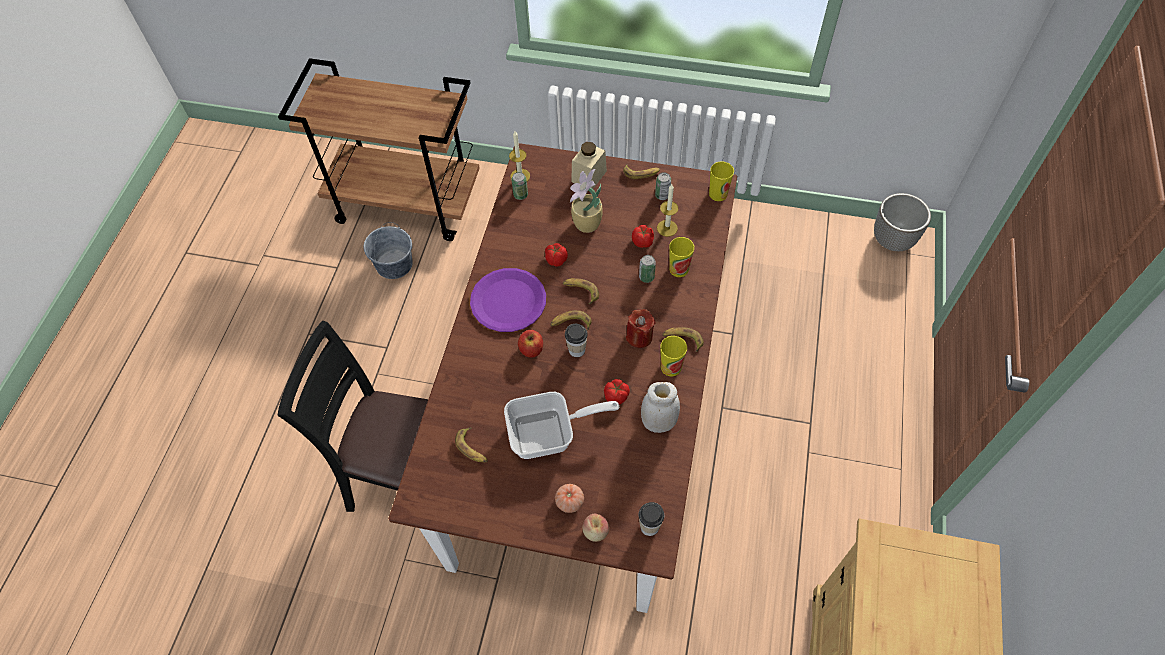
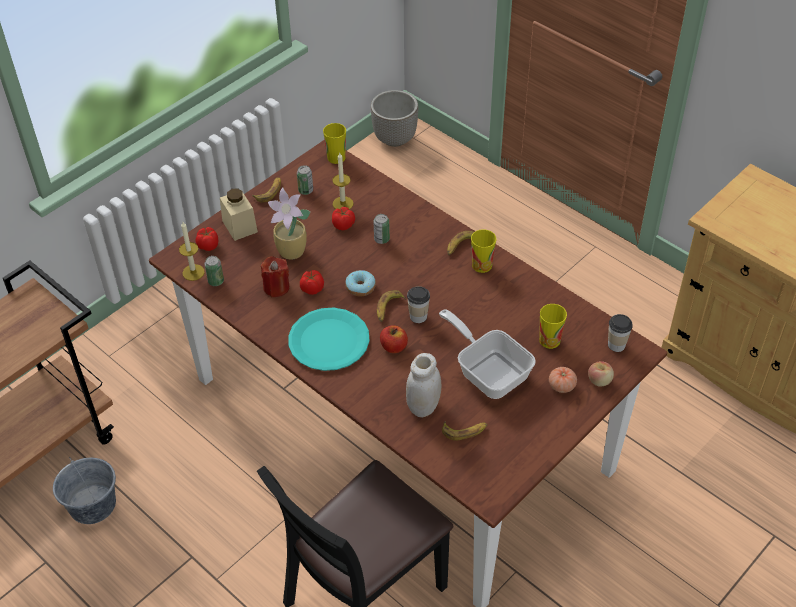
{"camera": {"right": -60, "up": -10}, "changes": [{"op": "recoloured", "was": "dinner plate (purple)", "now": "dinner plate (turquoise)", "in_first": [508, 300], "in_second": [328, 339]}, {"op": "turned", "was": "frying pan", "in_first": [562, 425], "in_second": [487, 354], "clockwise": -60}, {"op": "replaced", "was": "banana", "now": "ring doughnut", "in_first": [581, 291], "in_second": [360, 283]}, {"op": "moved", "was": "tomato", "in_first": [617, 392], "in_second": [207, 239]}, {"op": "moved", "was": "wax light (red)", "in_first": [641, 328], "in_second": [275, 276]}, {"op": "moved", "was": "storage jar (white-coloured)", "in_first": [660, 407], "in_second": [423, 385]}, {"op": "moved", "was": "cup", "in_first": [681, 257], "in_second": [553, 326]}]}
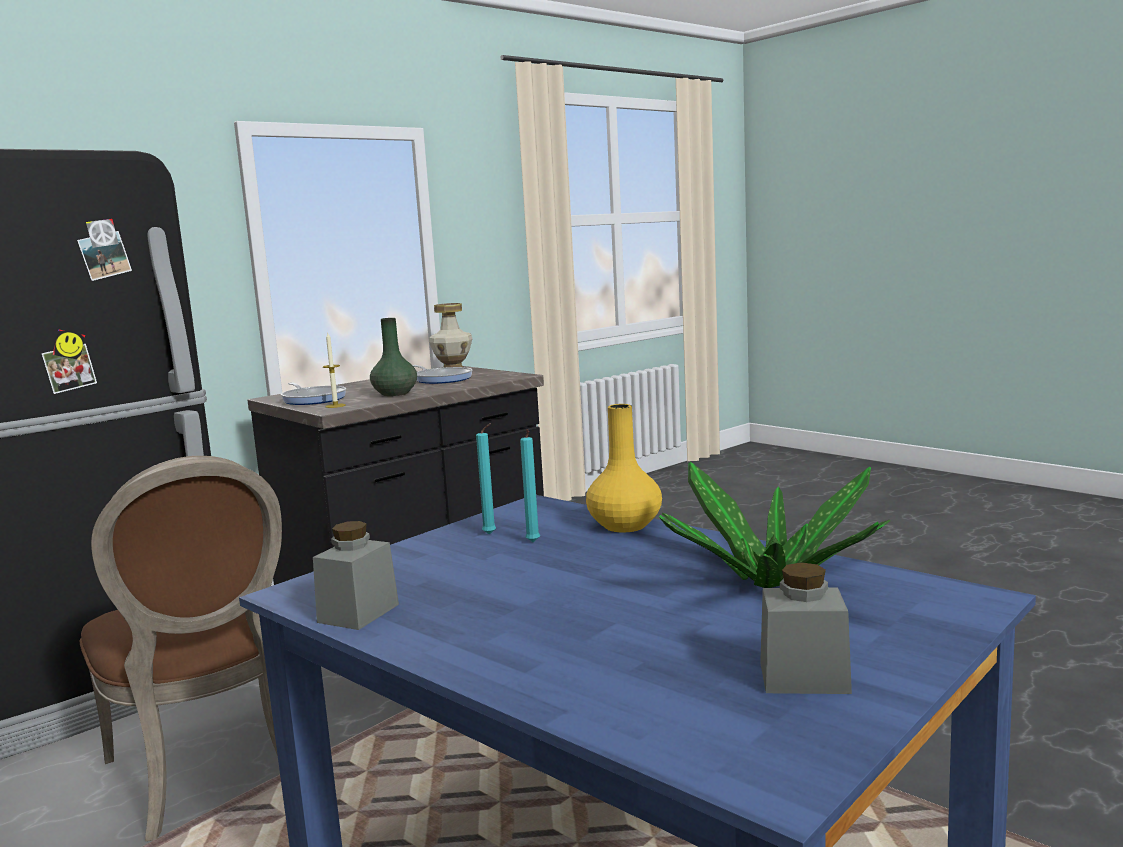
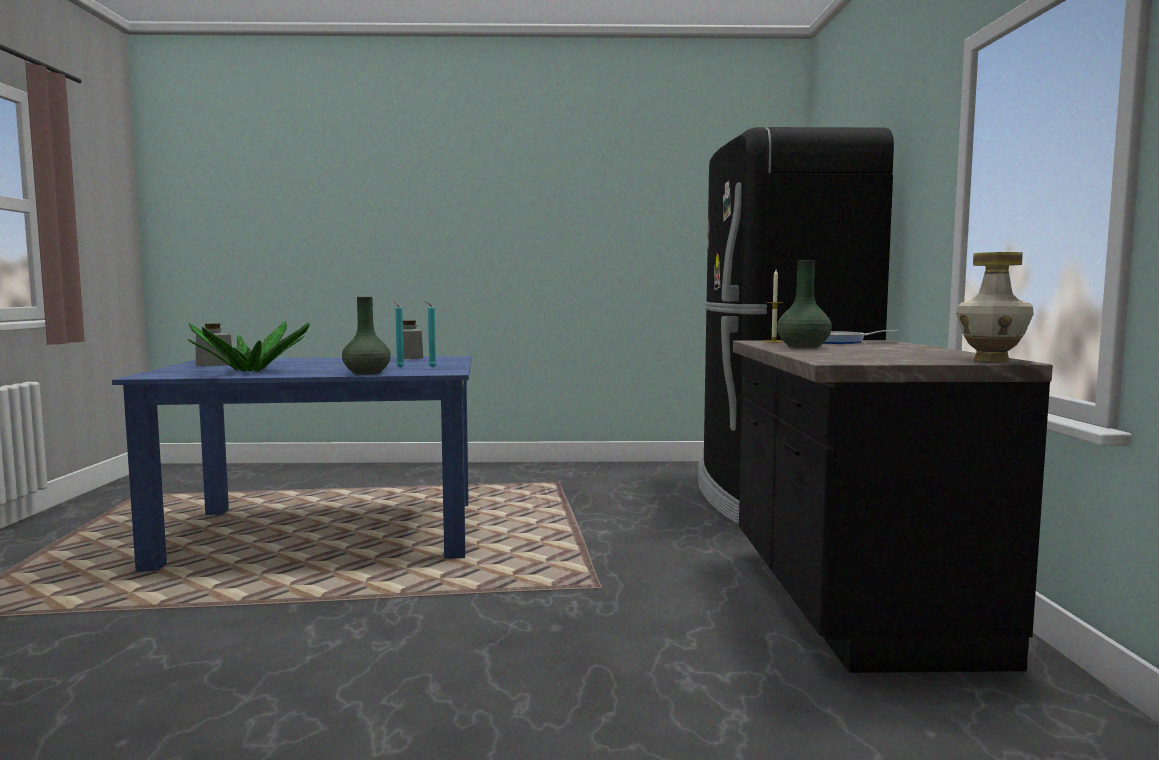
{"camera": {"right": 130, "up": -5}, "changes": [{"op": "removed", "was": "plain chair (brown-coloured)", "in_first": [180, 648]}, {"op": "removed", "was": "frying pan", "in_first": [442, 374]}, {"op": "recoloured", "was": "flower vase (yellow-coloured)", "now": "flower vase (green)", "in_first": [624, 468], "in_second": [366, 336]}]}
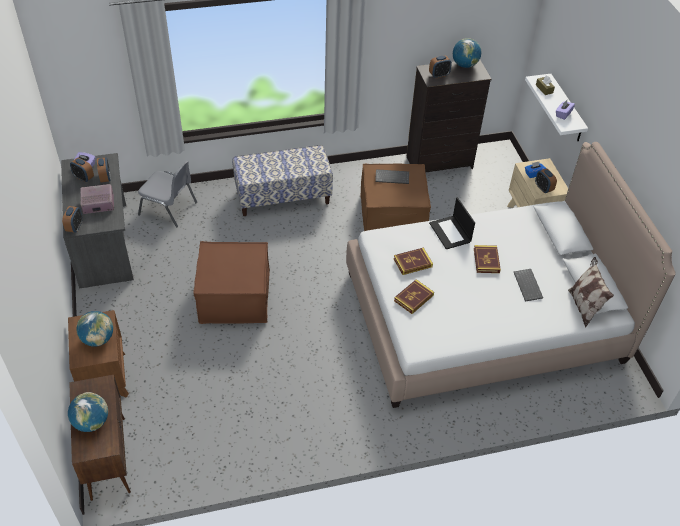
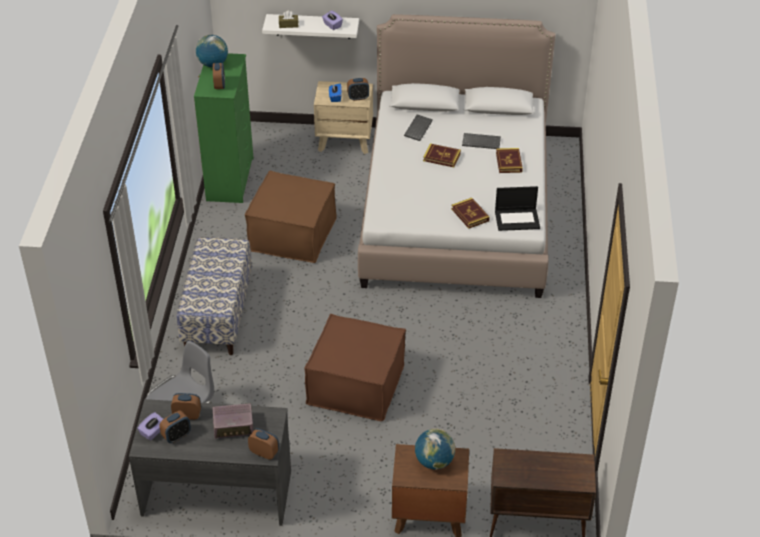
{"camera": {"right": -70, "up": -5}, "changes": [{"op": "removed", "was": "globe", "in_first": [88, 412]}, {"op": "turned", "was": "radio", "in_first": [97, 199], "in_second": [233, 421], "clockwise": -105}, {"op": "moved", "was": "PC keyboard", "in_first": [392, 176], "in_second": [418, 127]}, {"op": "moved", "was": "bound book", "in_first": [413, 261], "in_second": [509, 160]}, {"op": "recoloured", "was": "drawer chest (black)", "now": "drawer chest (green)", "in_first": [449, 116], "in_second": [224, 128]}, {"op": "moved", "was": "portable computer", "in_first": [452, 223], "in_second": [517, 208]}, {"op": "removed", "was": "throw pillow", "in_first": [591, 292]}]}
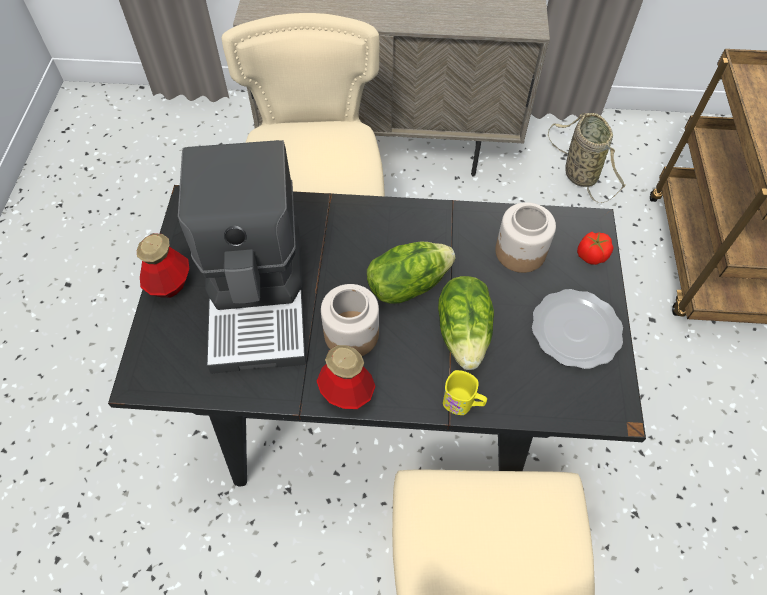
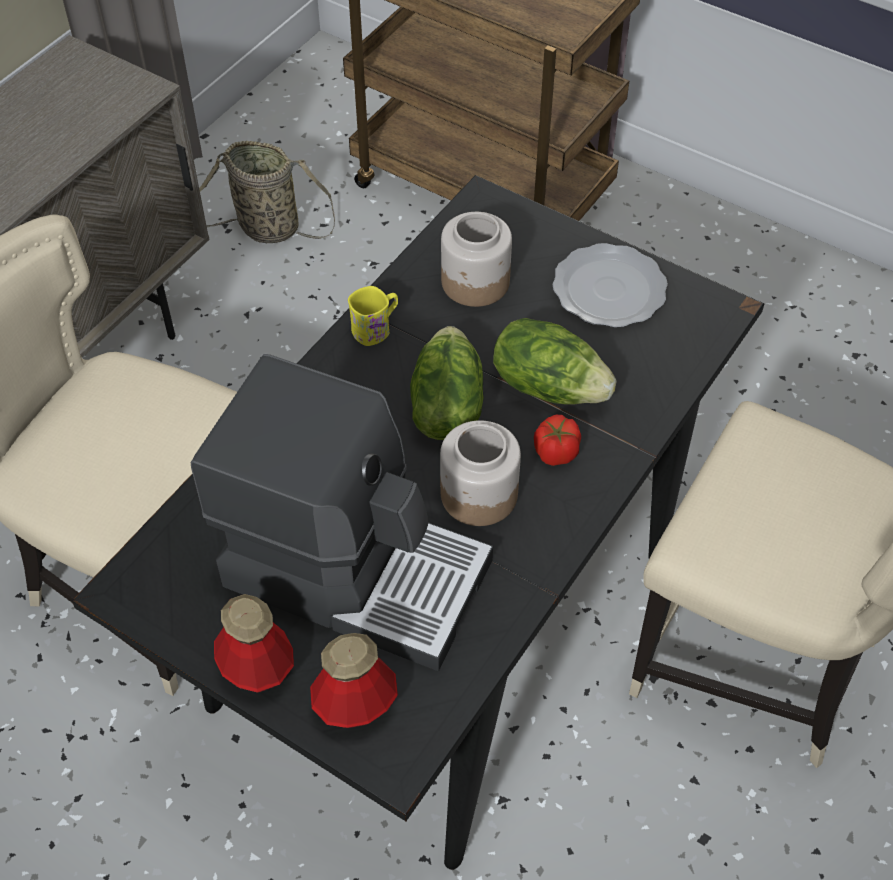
{"camera": {"right": -60, "up": -5}, "changes": [{"op": "moved", "was": "drink bottle", "in_first": [346, 377], "in_second": [354, 680]}, {"op": "moved", "was": "mug (yellow-coloured)", "in_first": [465, 392], "in_second": [373, 316]}, {"op": "moved", "was": "tomato", "in_first": [595, 248], "in_second": [557, 440]}]}
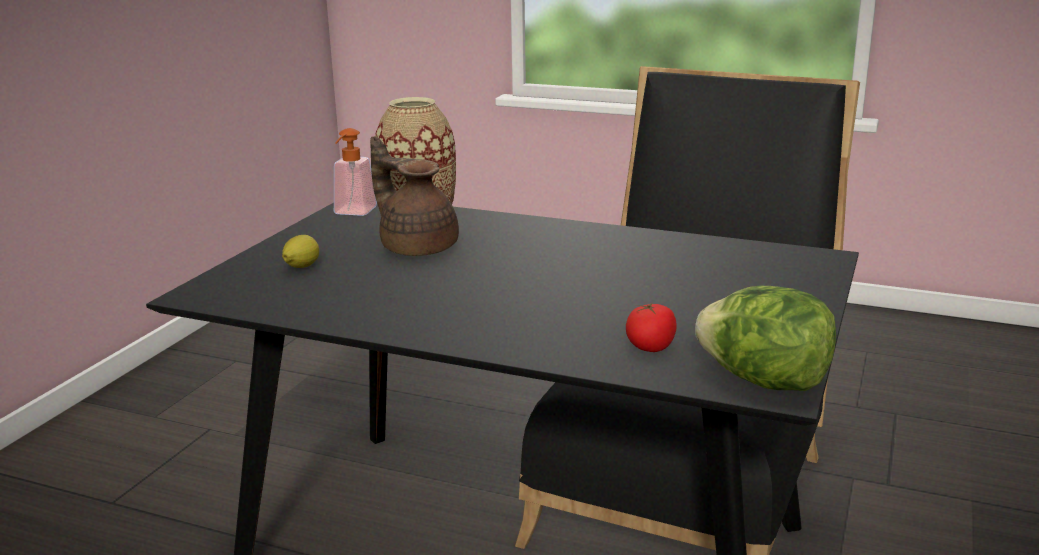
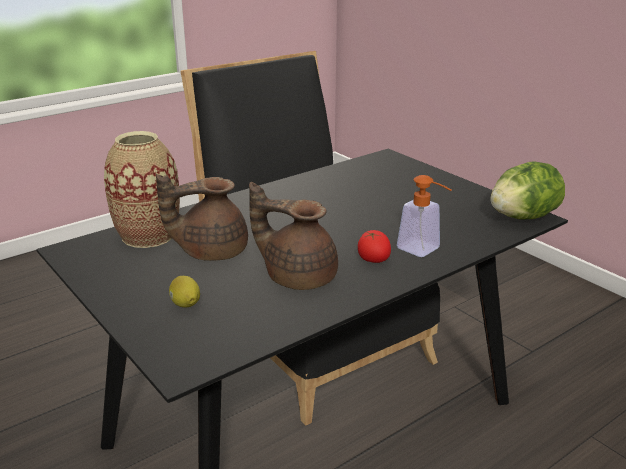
{"camera": {"right": -60, "up": 5}, "changes": [{"op": "moved", "was": "liquid soap bottle", "in_first": [355, 172], "in_second": [424, 216]}, {"op": "moved", "was": "tomato", "in_first": [651, 327], "in_second": [374, 246]}, {"op": "added", "now": "tea pot (brown-coloured)", "in_second": [293, 236]}]}
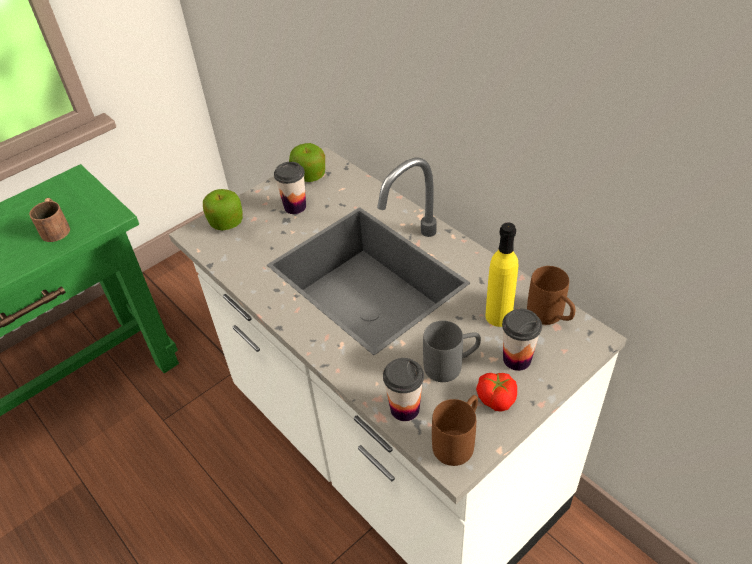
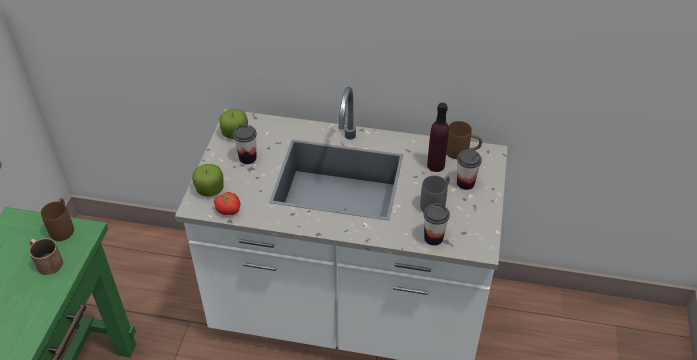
{"camera": {"right": -40, "up": 0}, "changes": [{"op": "moved", "was": "mug (brown-coloured)", "in_first": [455, 430], "in_second": [57, 219]}, {"op": "moved", "was": "tomato", "in_first": [496, 392], "in_second": [227, 203]}, {"op": "recoloured", "was": "drink bottle (yellow-coloured)", "now": "drink bottle (purple)", "in_first": [501, 274], "in_second": [438, 137]}]}
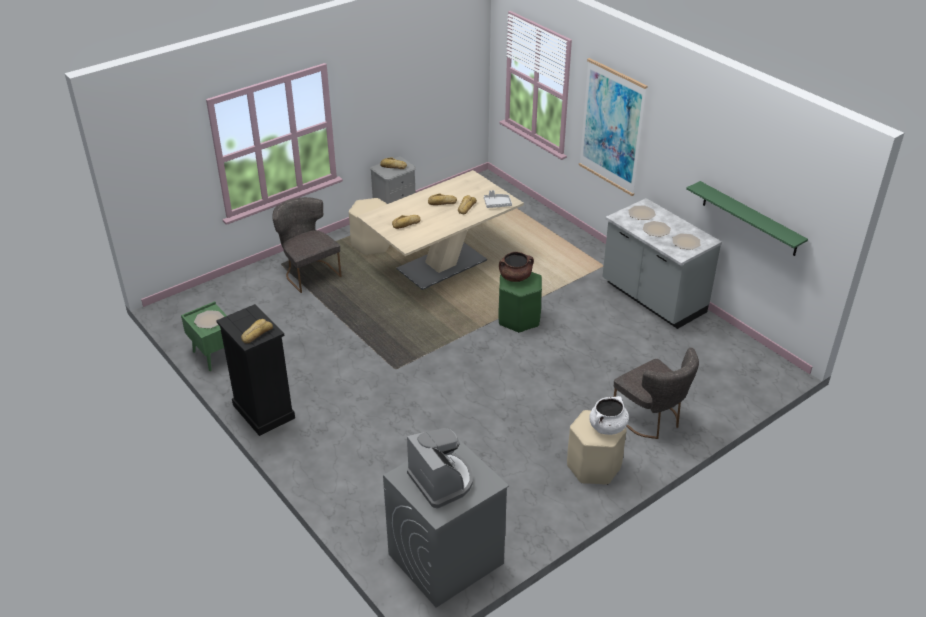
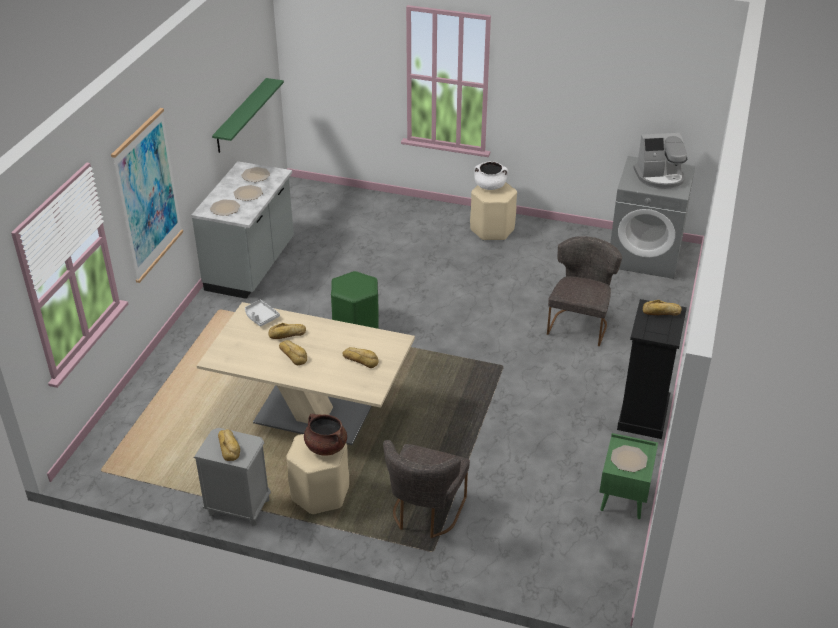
{"camera": {"right": -125, "up": 0}, "changes": [{"op": "turned", "was": "coffee brewer", "in_first": [440, 468], "in_second": [660, 161], "clockwise": -120}, {"op": "moved", "was": "stockpot (brown-coloured)", "in_first": [516, 267], "in_second": [325, 435]}, {"op": "moved", "was": "plain chair (grey)", "in_first": [656, 393], "in_second": [584, 291]}]}
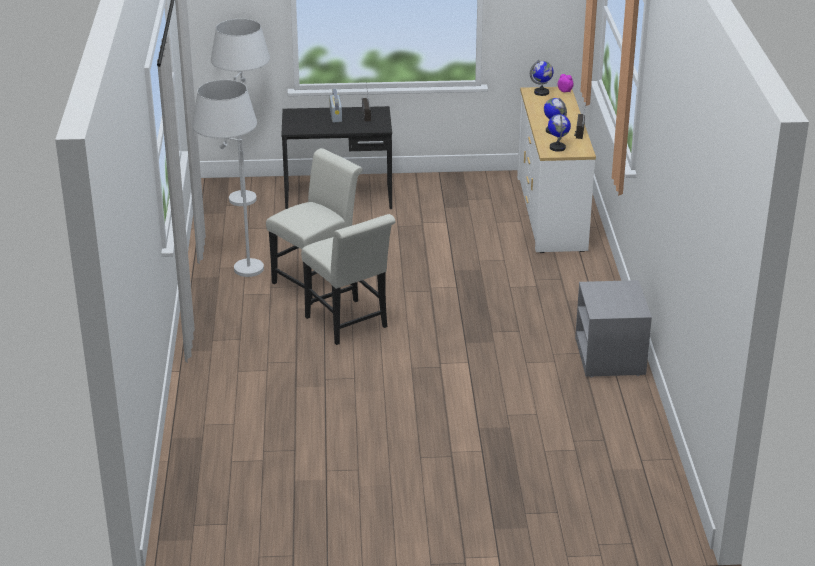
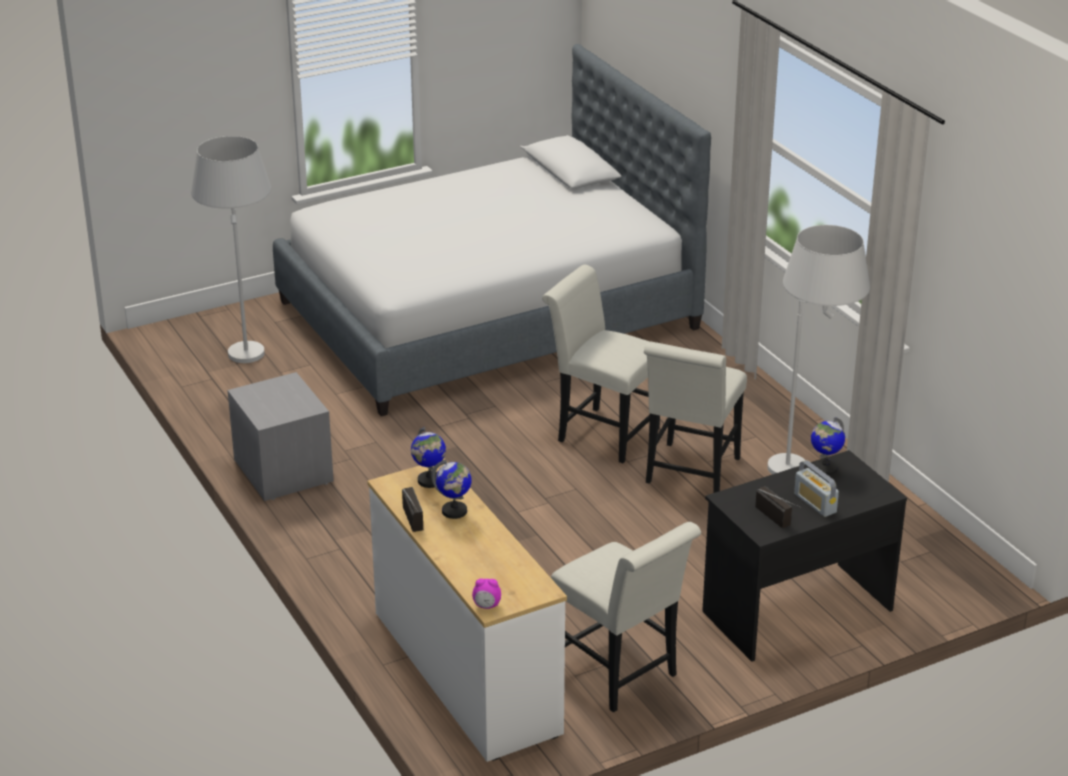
{"camera": {"right": 155, "up": 0}, "changes": [{"op": "moved", "was": "standard lamp (white-coloured)", "in_first": [240, 112], "in_second": [231, 249]}, {"op": "moved", "was": "globe", "in_first": [542, 78], "in_second": [828, 446]}, {"op": "added", "now": "bedroom bed", "in_second": [492, 230]}, {"op": "added", "now": "plain chair (white-coloured)", "in_second": [625, 617]}]}
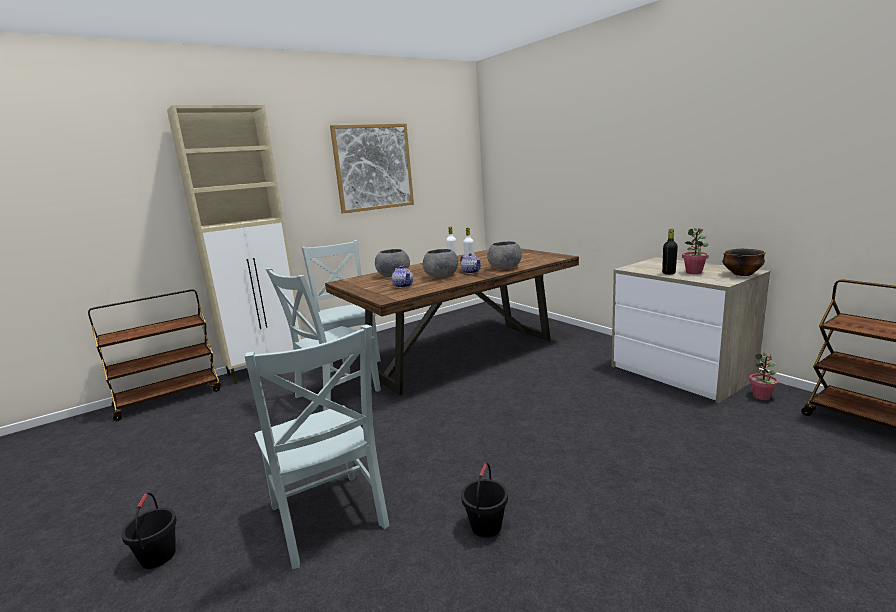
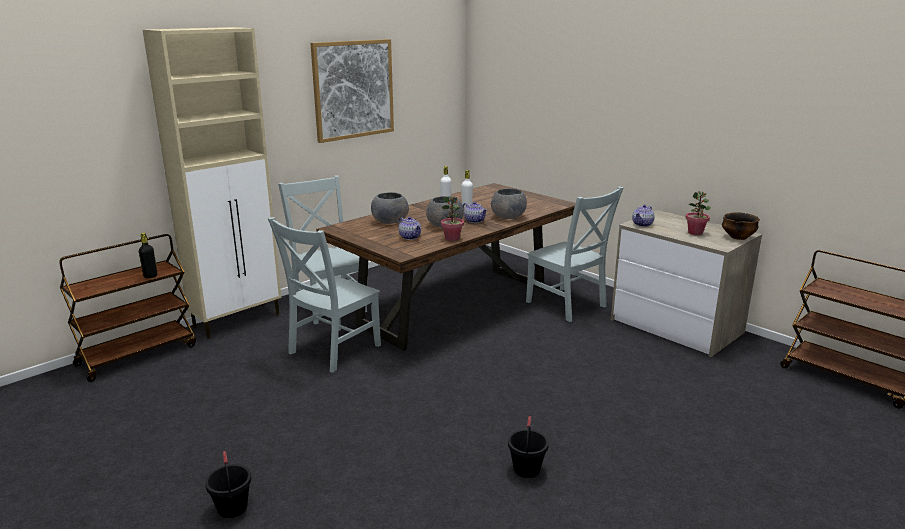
{"camera": {"right": -10, "up": 5}, "changes": [{"op": "moved", "was": "plain chair (grey)", "in_first": [317, 447], "in_second": [575, 254]}, {"op": "moved", "was": "drink bottle (black)", "in_first": [670, 252], "in_second": [148, 255]}, {"op": "moved", "was": "potted plant", "in_first": [763, 376], "in_second": [452, 218]}, {"op": "added", "now": "tea pot", "in_second": [643, 216]}]}
